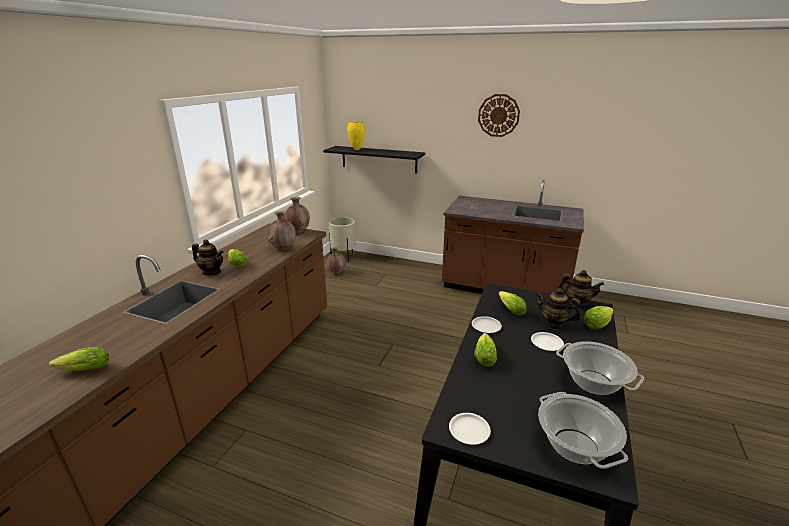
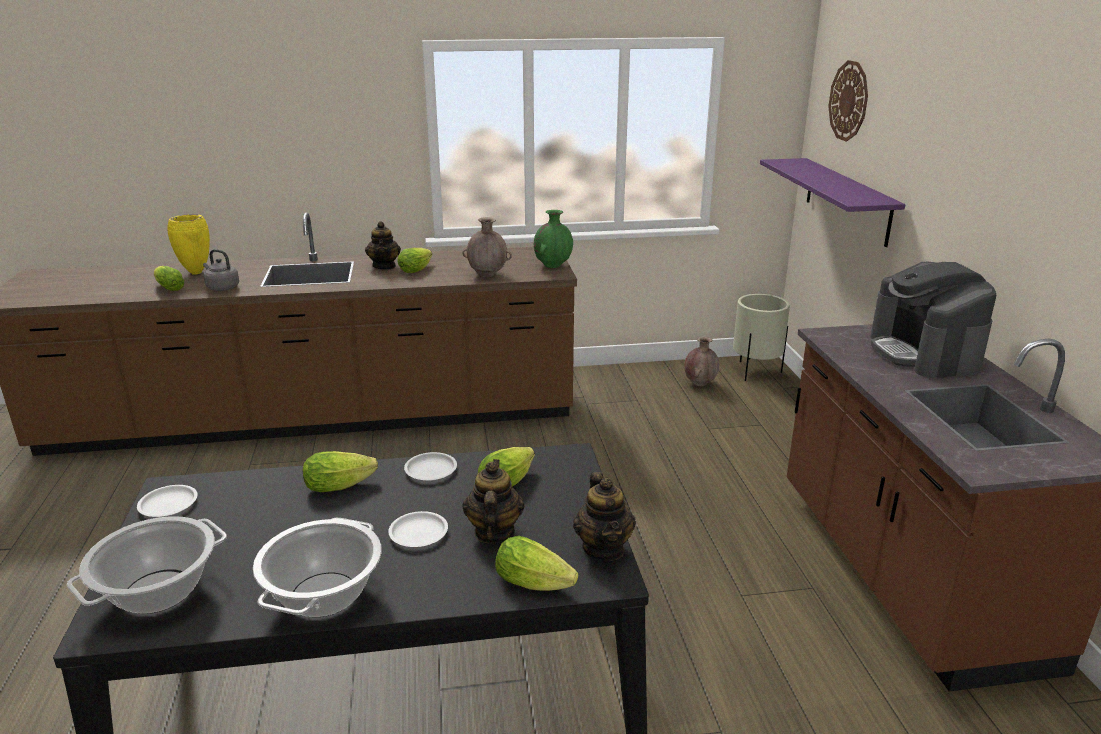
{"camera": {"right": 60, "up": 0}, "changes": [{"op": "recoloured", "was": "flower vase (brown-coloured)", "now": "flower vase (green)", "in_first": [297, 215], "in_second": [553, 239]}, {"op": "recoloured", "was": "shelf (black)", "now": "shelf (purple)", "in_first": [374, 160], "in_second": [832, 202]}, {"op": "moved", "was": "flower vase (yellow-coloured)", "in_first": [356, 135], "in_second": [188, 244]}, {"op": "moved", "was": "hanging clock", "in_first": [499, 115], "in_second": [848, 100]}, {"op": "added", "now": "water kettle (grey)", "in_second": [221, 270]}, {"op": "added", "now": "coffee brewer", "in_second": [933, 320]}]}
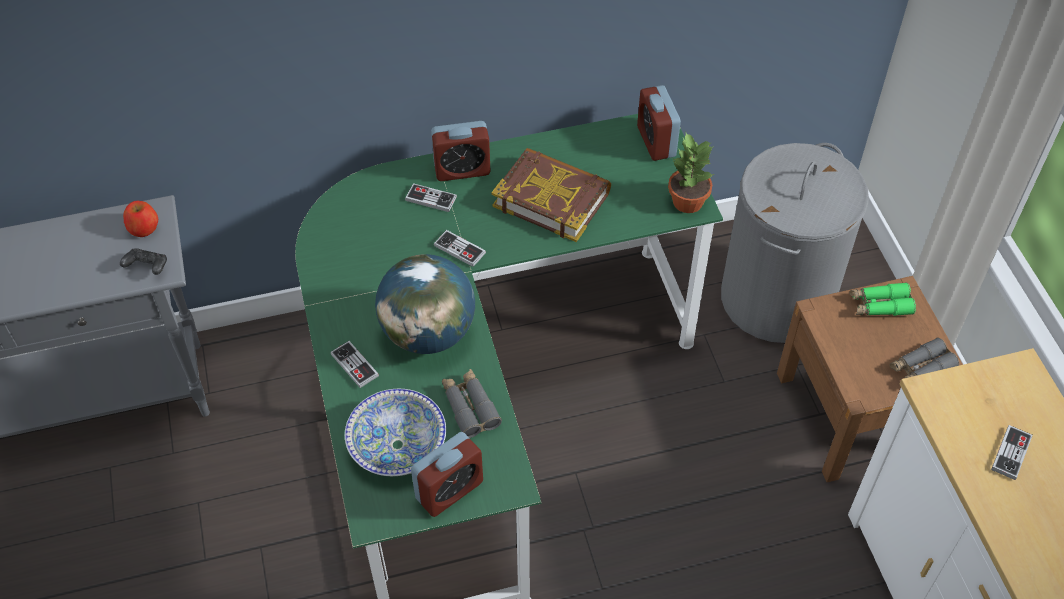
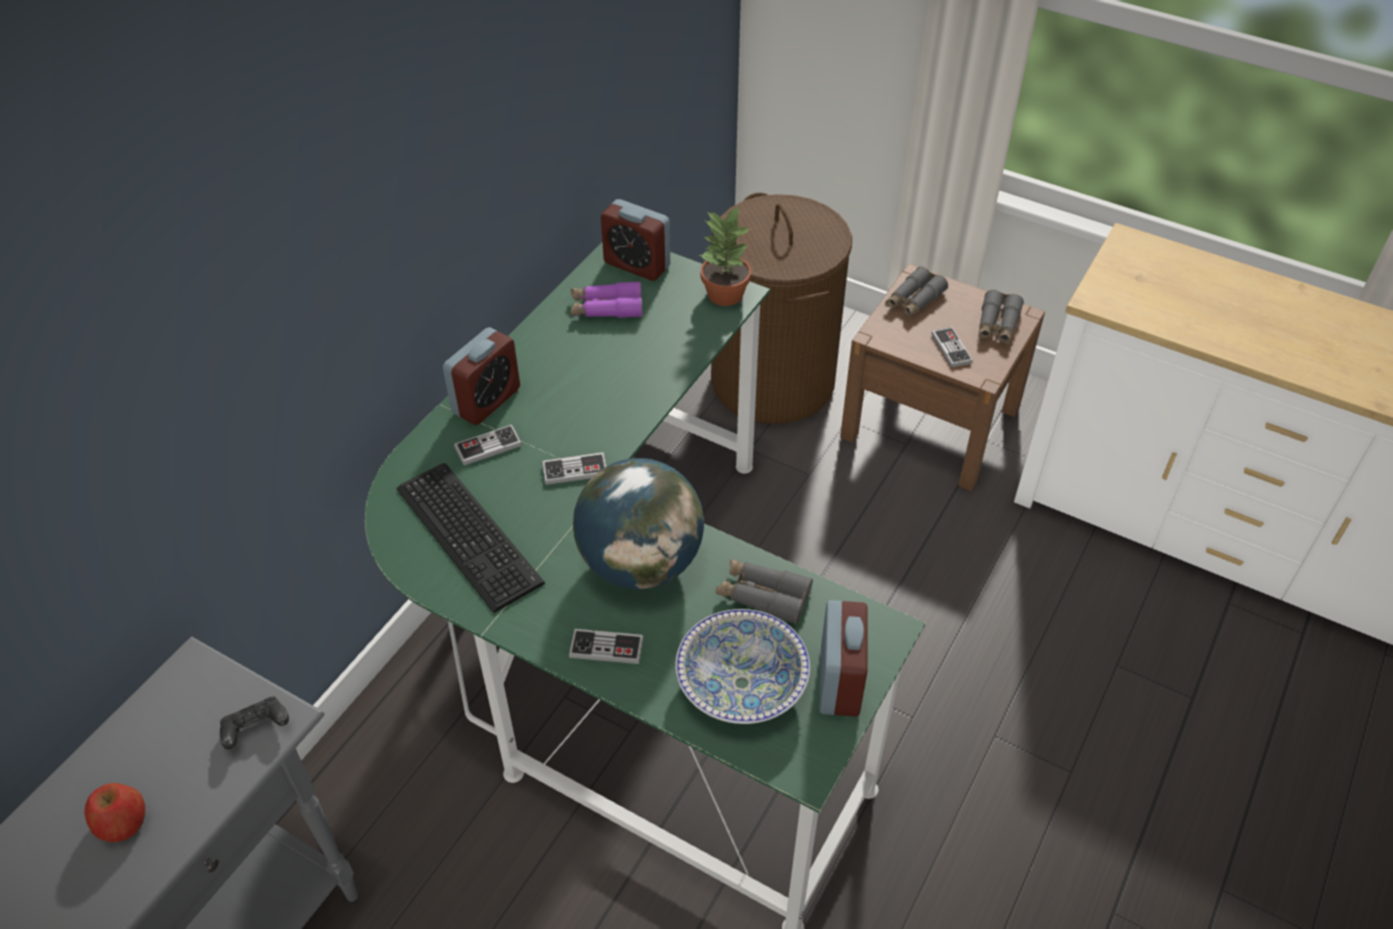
{"camera": {"right": -45, "up": -5}, "changes": [{"op": "moved", "was": "apple fruit", "in_first": [140, 219], "in_second": [114, 812]}, {"op": "removed", "was": "bound book", "in_first": [551, 195]}, {"op": "recoloured", "was": "hamper (grey)", "now": "hamper (brown-coloured)", "in_first": [795, 243], "in_second": [781, 308]}, {"op": "recoloured", "was": "pair of binoculars (green)", "now": "pair of binoculars (grey)", "in_first": [883, 299], "in_second": [916, 292]}, {"op": "moved", "was": "game controller", "in_first": [1012, 452], "in_second": [952, 347]}, {"op": "added", "now": "PC keyboard", "in_second": [470, 538]}, {"op": "added", "now": "pair of binoculars (purple)", "in_second": [606, 299]}]}
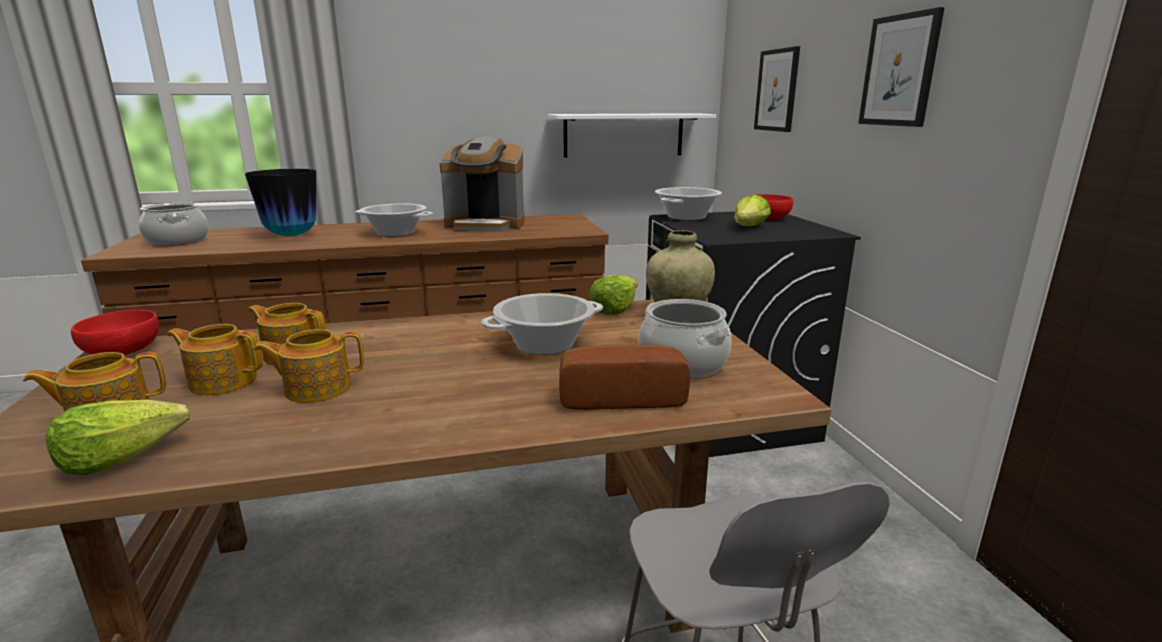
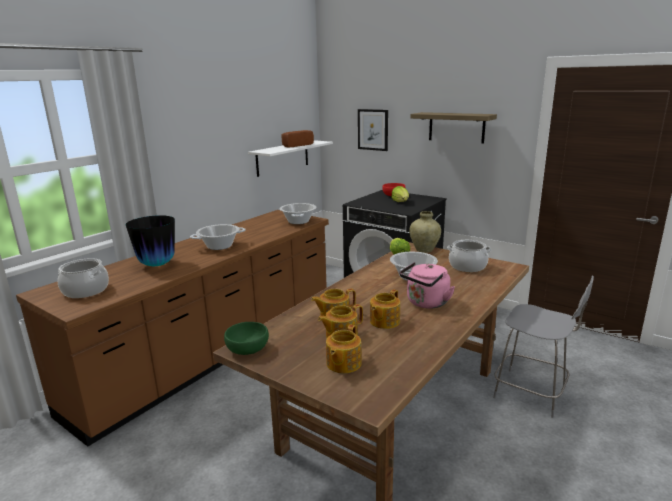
{"camera": {"right": -40, "up": 0}, "changes": [{"op": "removed", "was": "lettuce", "in_first": [118, 437]}, {"op": "recoloured", "was": "serving bowl (red)", "now": "serving bowl (green)", "in_first": [115, 332], "in_second": [246, 338]}, {"op": "removed", "was": "coffee brewer", "in_first": [482, 184]}, {"op": "moved", "was": "bakery bread", "in_first": [624, 377], "in_second": [297, 138]}, {"op": "moved", "was": "stockpot", "in_first": [688, 204], "in_second": [298, 213]}, {"op": "replaced", "was": "wall picture", "now": "shelf", "in_first": [901, 67], "in_second": [453, 127]}, {"op": "added", "now": "water kettle (pink-coloured)", "in_second": [427, 285]}]}
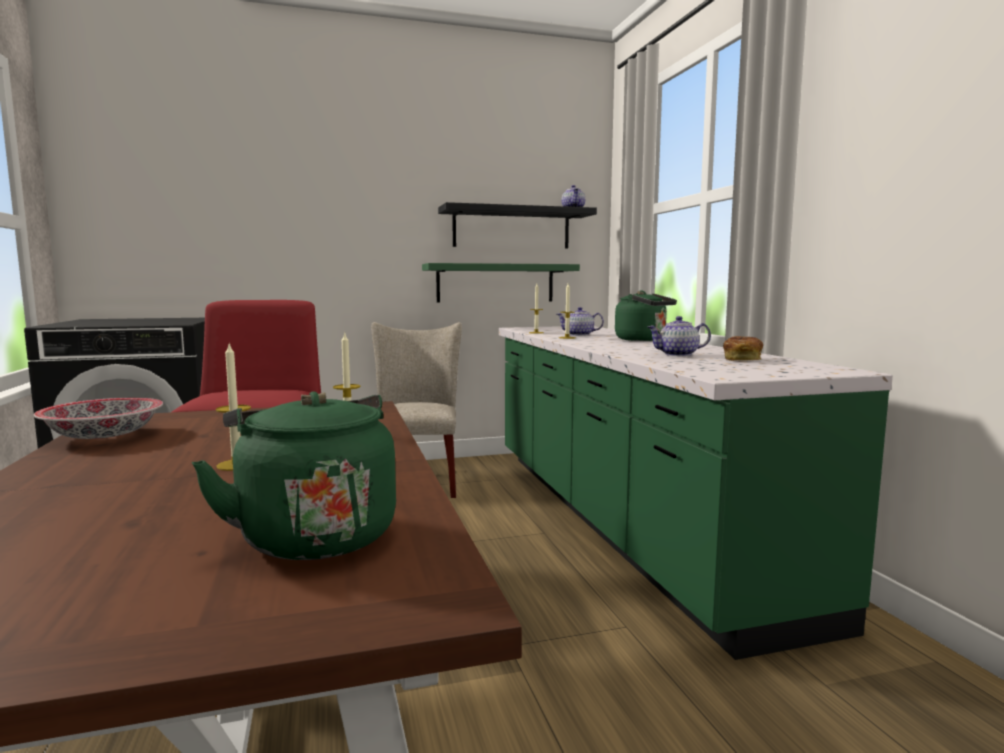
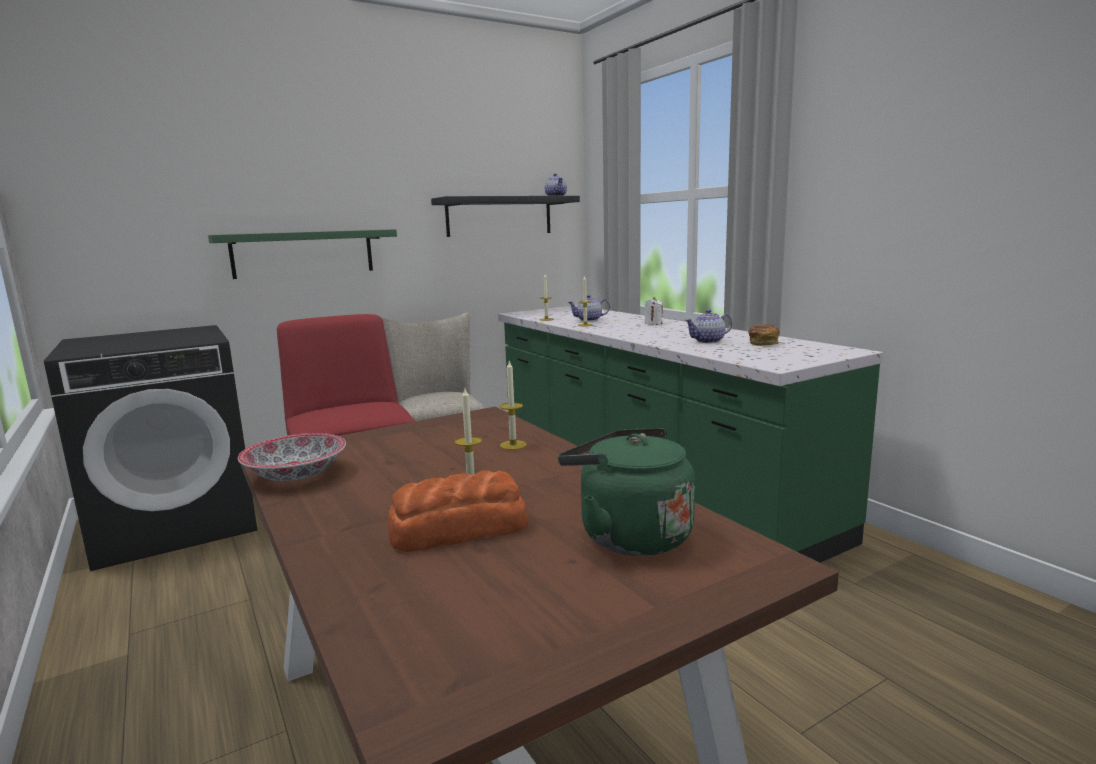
{"camera": {"right": -15, "up": 5}, "changes": [{"op": "moved", "was": "shelf (green)", "in_first": [501, 283], "in_second": [302, 254]}, {"op": "replaced", "was": "water kettle (green)", "now": "wax light (white-coloured)", "in_first": [646, 315], "in_second": [654, 311]}, {"op": "added", "now": "bakery bread", "in_second": [458, 511]}]}
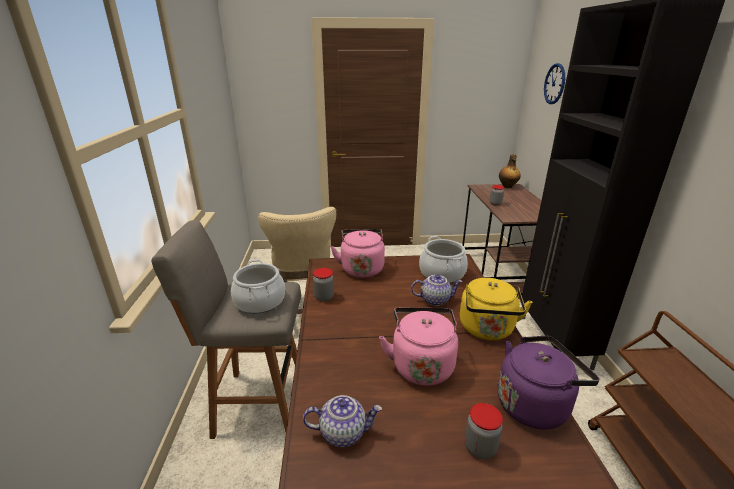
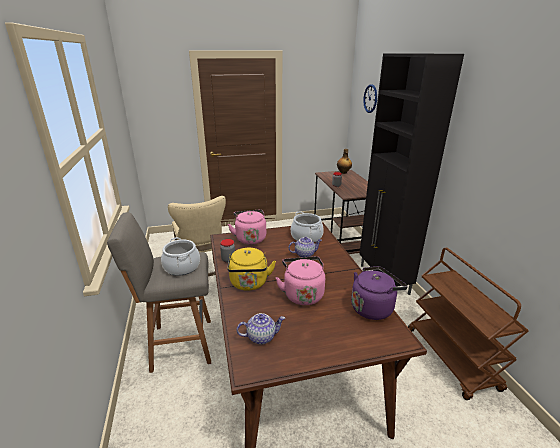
{"camera": {"right": -10, "up": 0}, "changes": [{"op": "moved", "was": "water kettle (yellow-coloured)", "in_first": [496, 309], "in_second": [251, 269]}, {"op": "removed", "was": "storage jar", "in_first": [484, 431]}]}
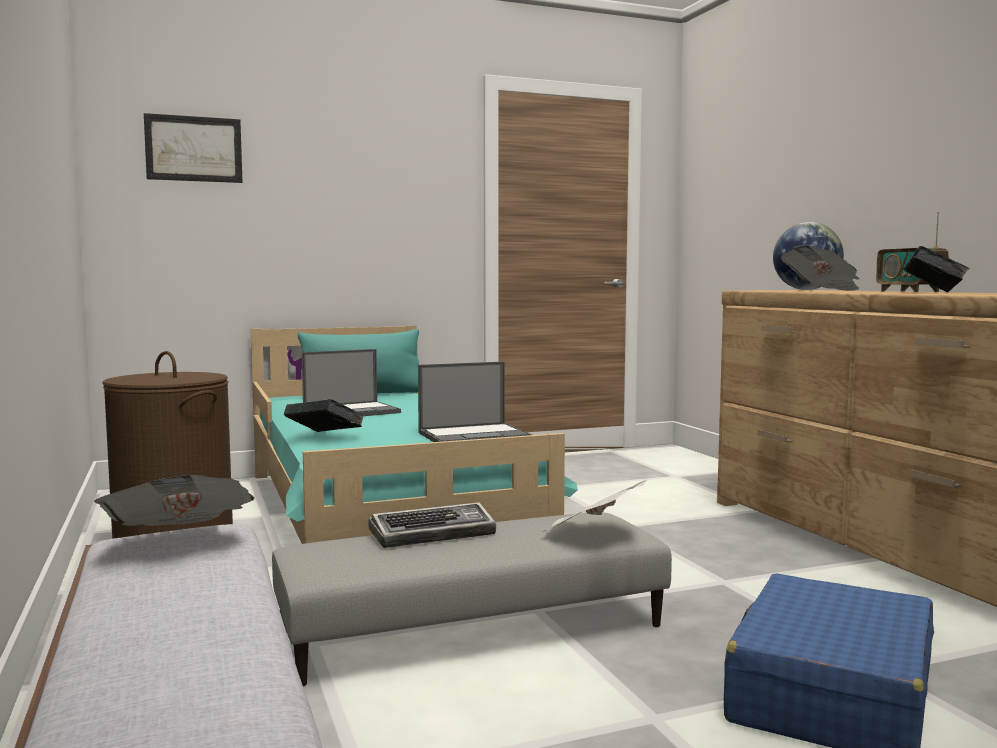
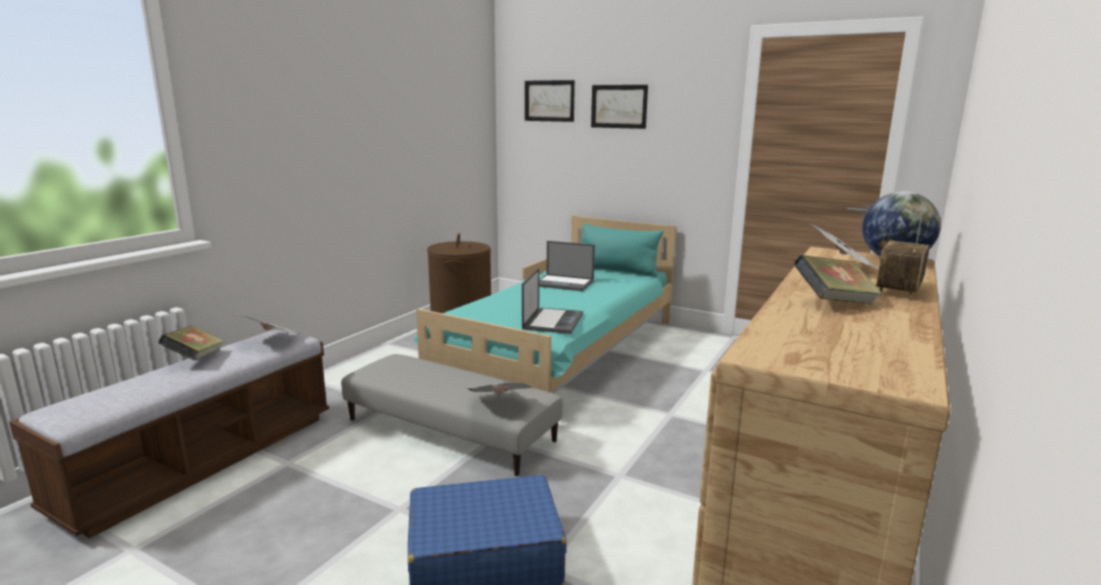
{"camera": {"right": 50, "up": 10}, "changes": [{"op": "moved", "was": "bound book", "in_first": [324, 415], "in_second": [191, 343]}, {"op": "removed", "was": "PC keyboard", "in_first": [432, 525]}, {"op": "turned", "was": "portable computer", "in_first": [475, 402], "in_second": [552, 301], "clockwise": -105}, {"op": "added", "now": "wall picture", "in_second": [619, 107]}]}
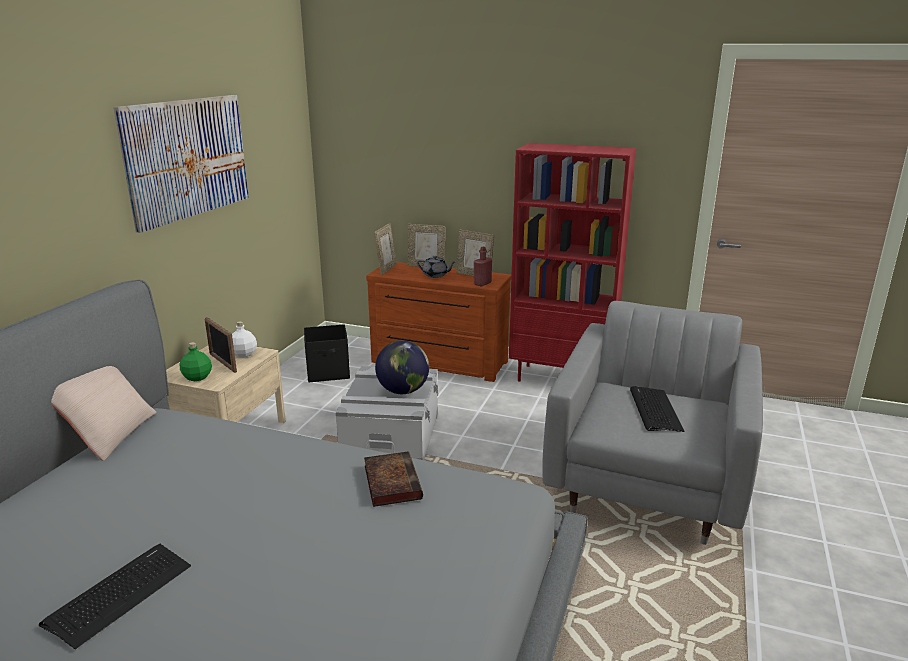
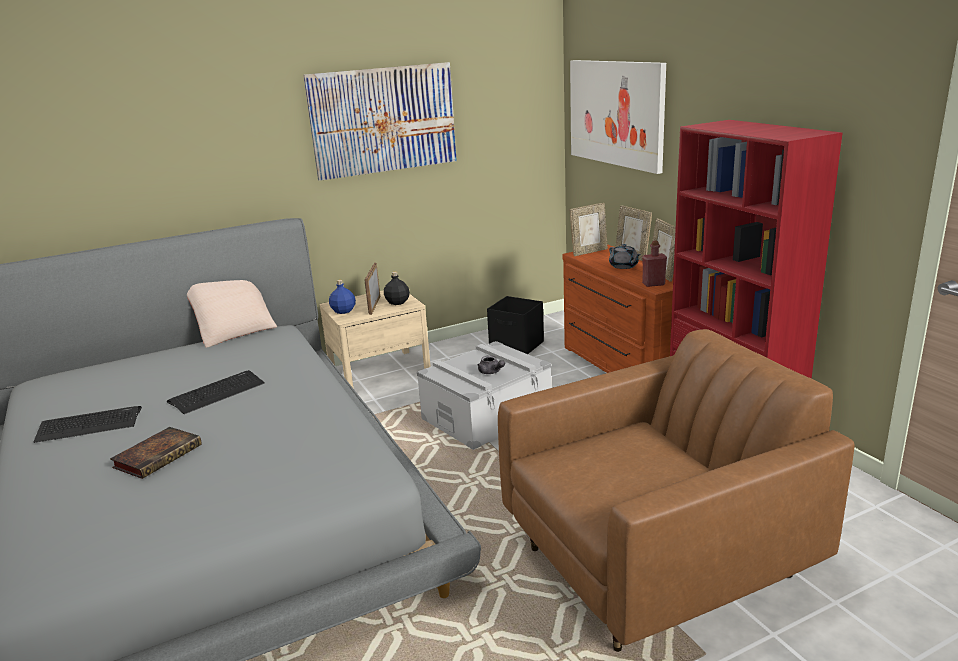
{"camera": {"right": 45, "up": 0}, "changes": [{"op": "recoloured", "was": "drink bottle (green)", "now": "drink bottle (blue-coloured)", "in_first": [196, 361], "in_second": [342, 297]}, {"op": "recoloured", "was": "drink bottle (white-coloured)", "now": "drink bottle (black)", "in_first": [244, 339], "in_second": [397, 288]}, {"op": "moved", "was": "bound book", "in_first": [393, 479], "in_second": [156, 453]}, {"op": "replaced", "was": "globe", "now": "tea pot (grey)", "in_first": [402, 367], "in_second": [491, 364]}, {"op": "recoloured", "was": "easy chair (grey)", "now": "easy chair (brown-coloured)", "in_first": [652, 423], "in_second": [676, 490]}, {"op": "moved", "was": "PC keyboard", "in_first": [657, 409], "in_second": [216, 392]}, {"op": "added", "now": "wall picture", "in_second": [618, 117]}]}
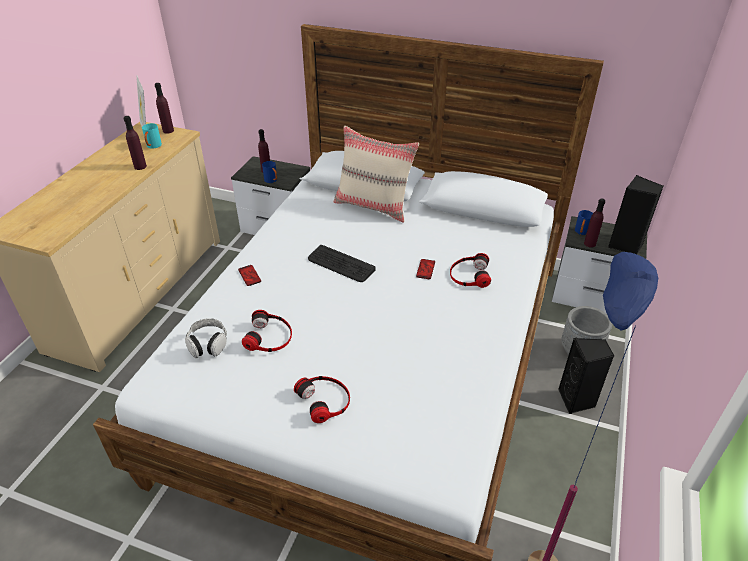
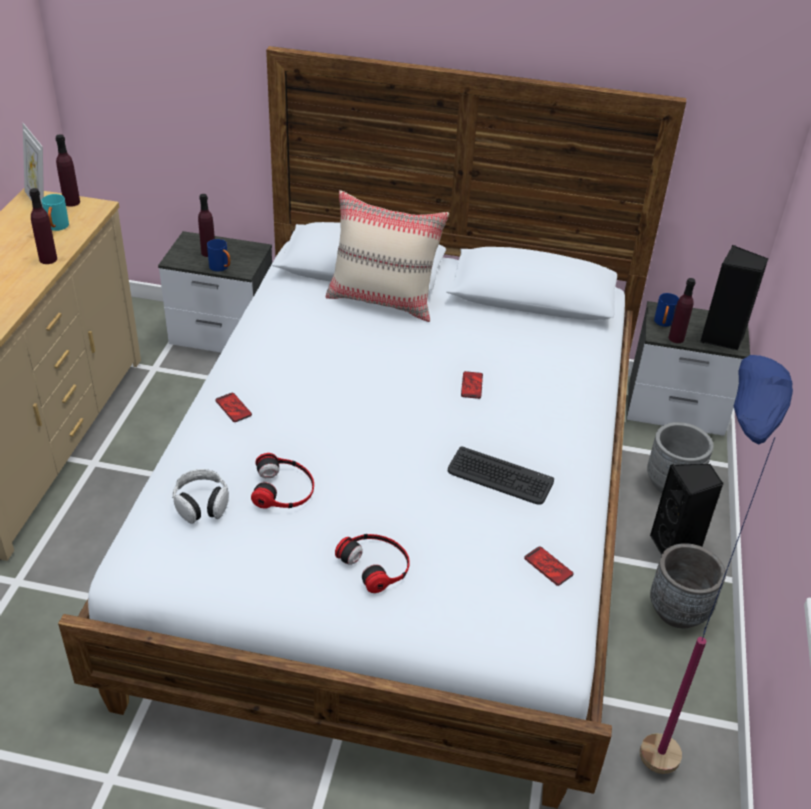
{"camera": {"right": -10, "up": 0}, "changes": [{"op": "moved", "was": "PC keyboard", "in_first": [342, 263], "in_second": [501, 476]}, {"op": "removed", "was": "pair of headphones", "in_first": [470, 270]}, {"op": "added", "now": "handset", "in_second": [548, 566]}, {"op": "added", "now": "plant pot (grey)", "in_second": [688, 585]}]}
